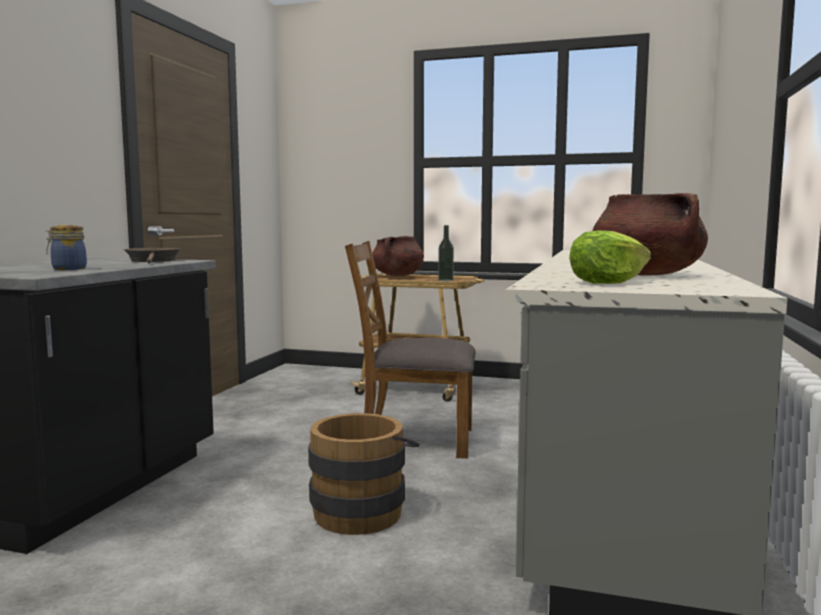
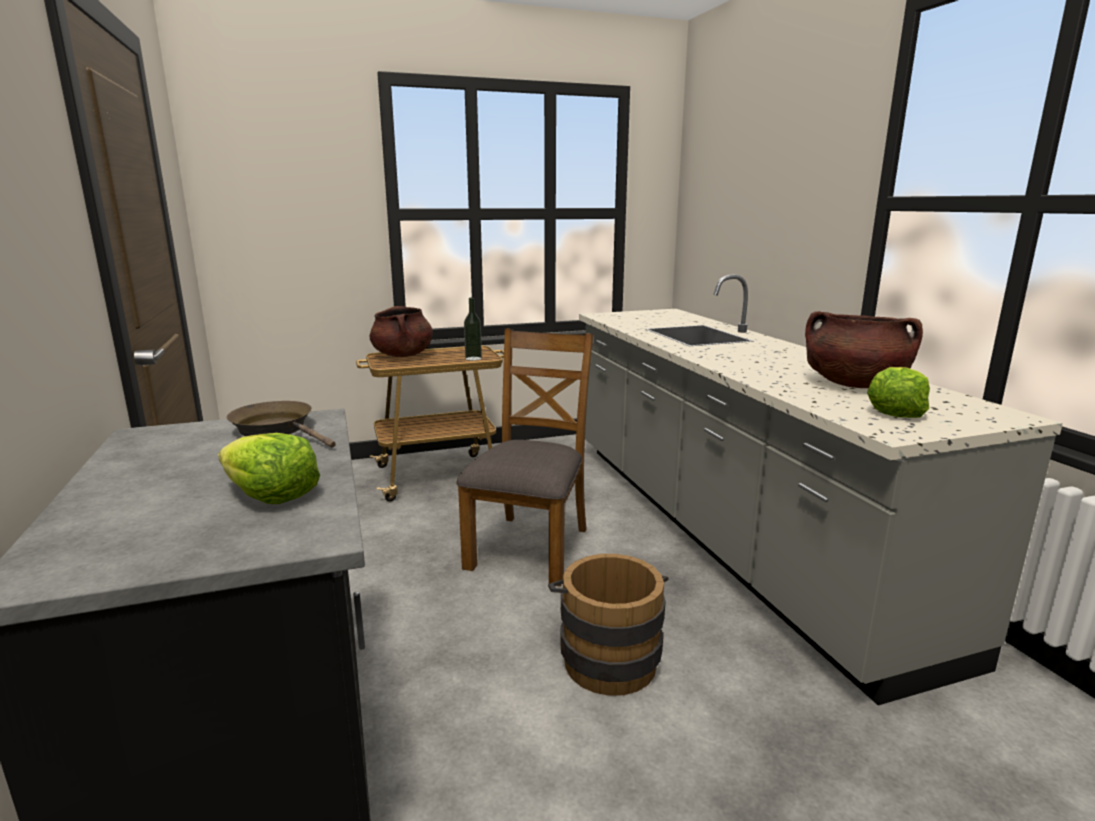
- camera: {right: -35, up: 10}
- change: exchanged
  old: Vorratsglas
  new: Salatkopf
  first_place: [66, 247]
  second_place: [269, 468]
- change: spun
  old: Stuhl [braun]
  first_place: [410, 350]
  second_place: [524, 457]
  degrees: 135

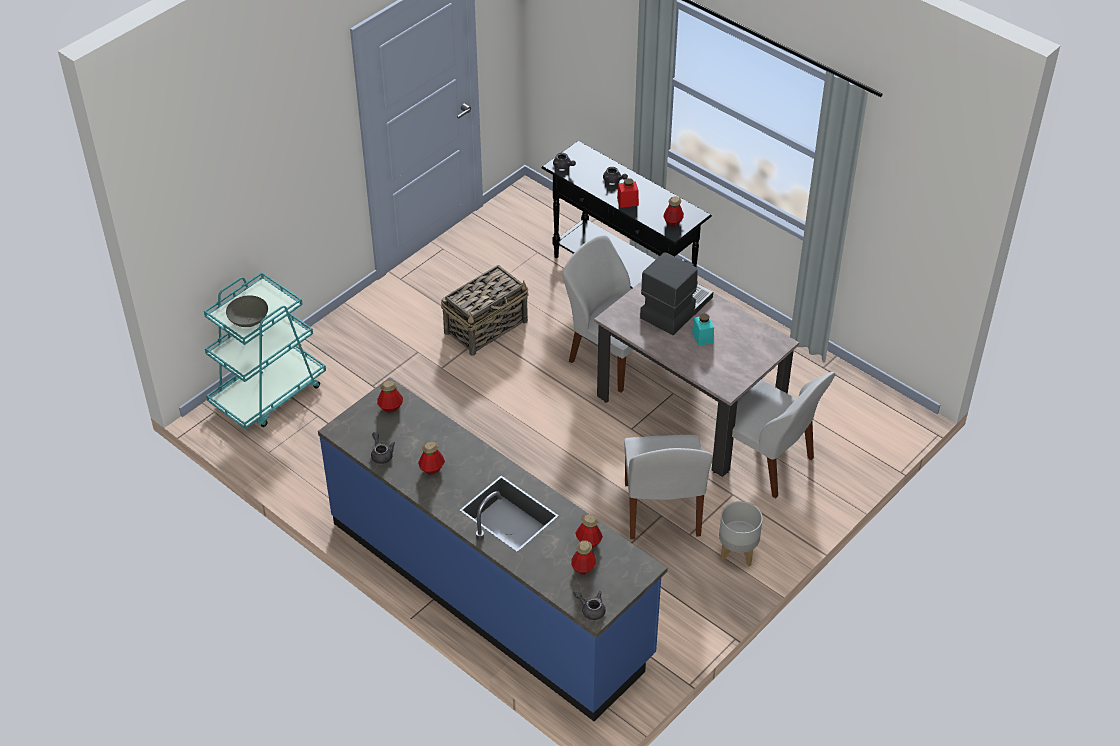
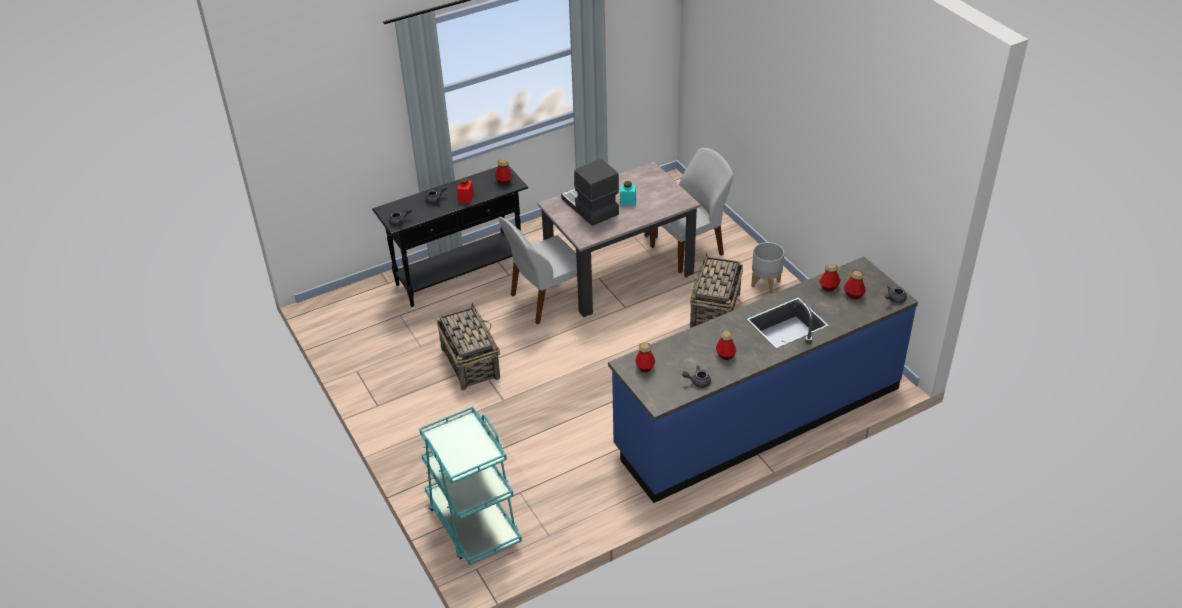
- camera: {right: -70, up: -5}
- change: missing
  old: Schüssel [grau]
  first_place: [247, 311]
- change: exchanged
  old: Stuhl [weiß]
  new: Korb
  first_place: [668, 487]
  second_place: [716, 290]

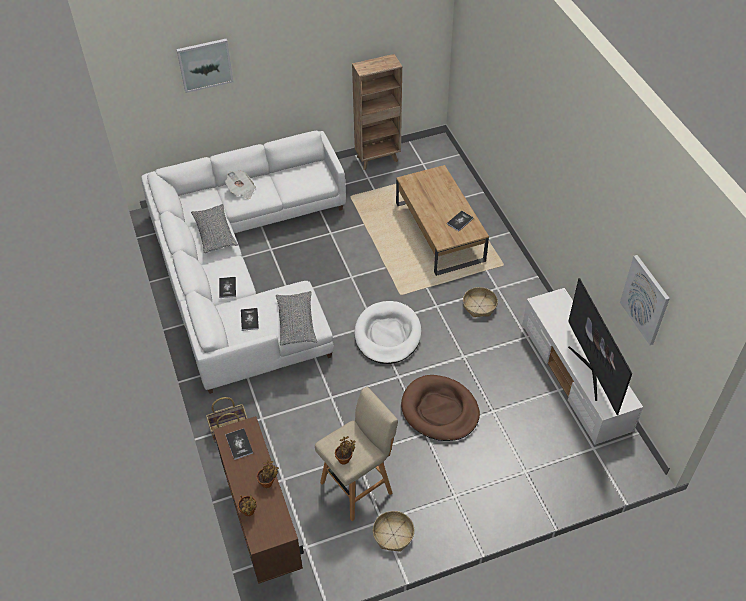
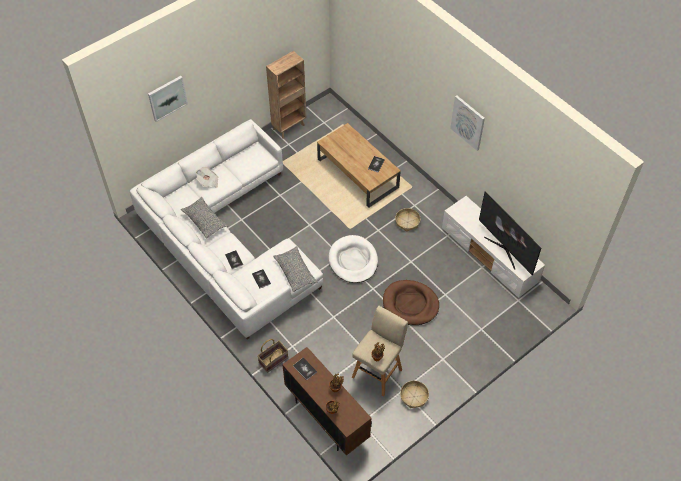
- camera: {right: -20, up: 5}
- change: relocated
  old: Bild
  first_place: [645, 300]
  second_place: [467, 123]

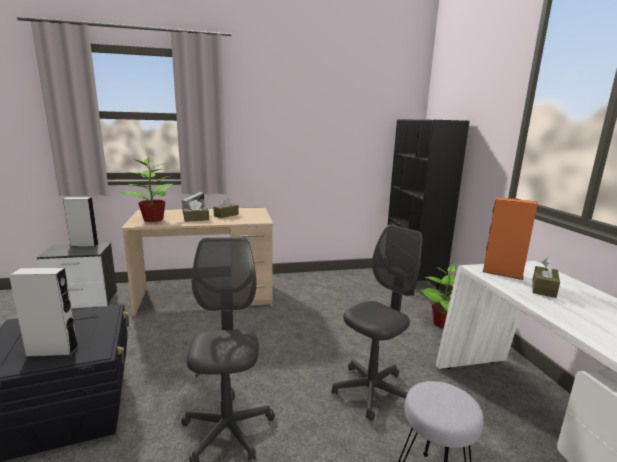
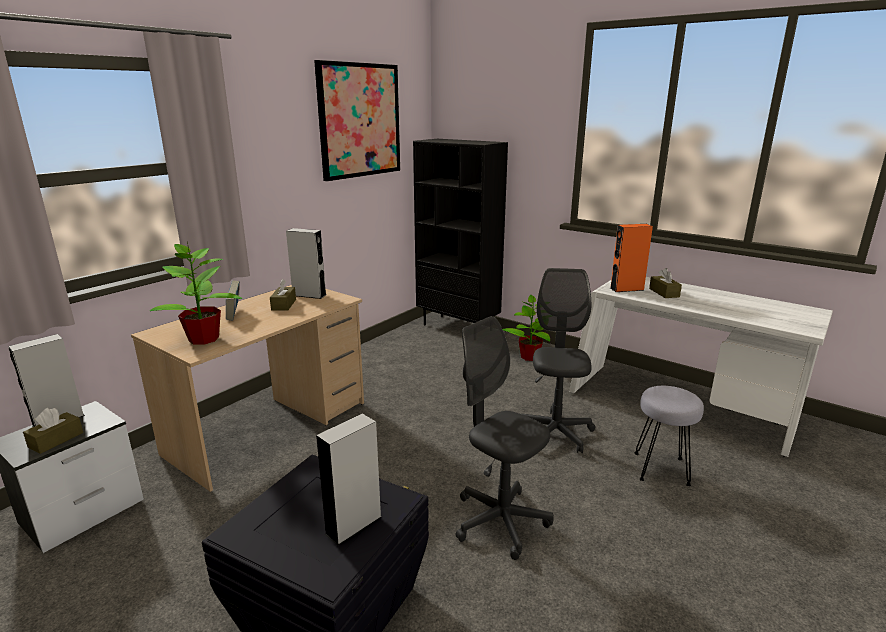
- camera: {right: -40, up: 5}
- change: appeared
  new: Lautsprecher [grau]
  second_place: [306, 263]
- change: appeared
  new: Bild
  second_place: [357, 120]
- change: relocated
  old: Taschentuchbox [braun]
  first_place: [196, 211]
  second_place: [53, 431]

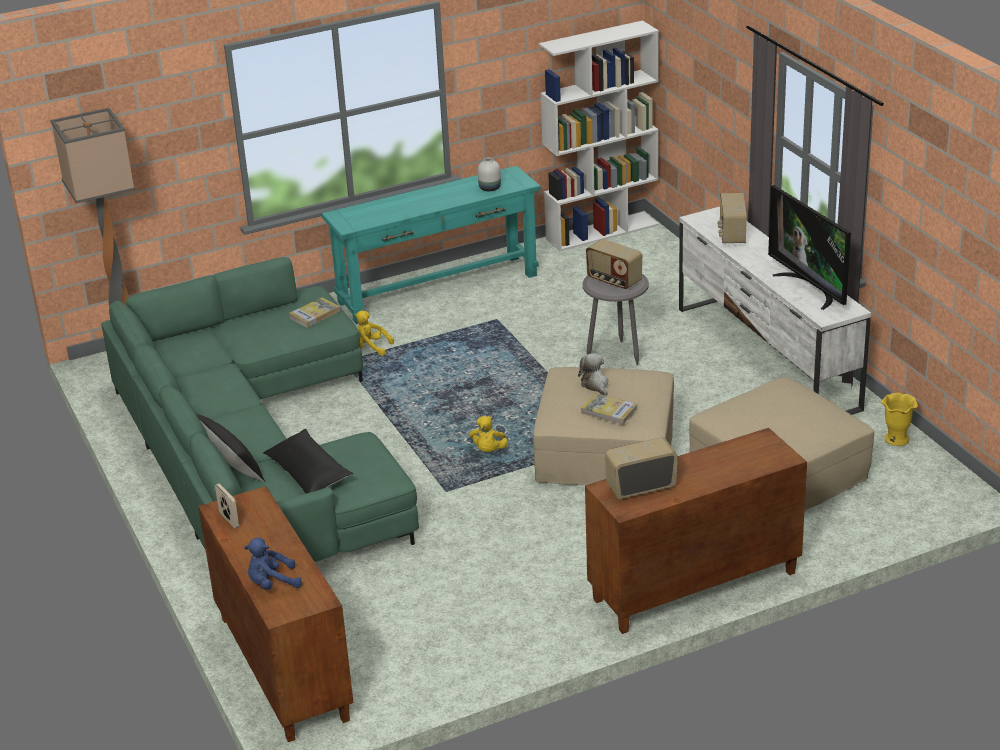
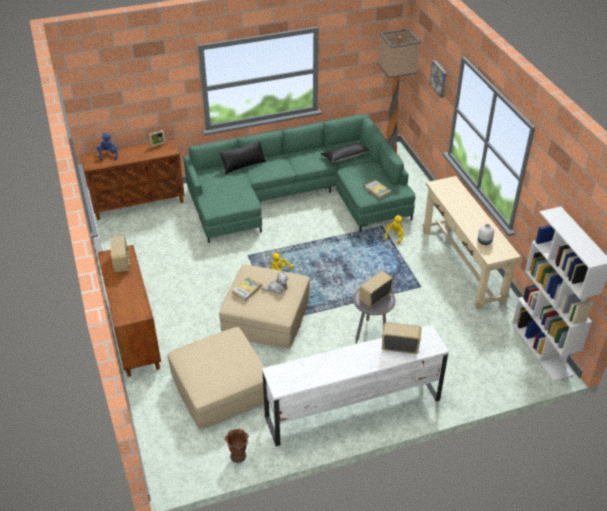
- camera: {right: 95, up: 10}
- change: missing
  old: Fernseher
  first_place: [809, 247]
- change: appeared
  new: Bild
  second_place: [438, 79]
- change: relocated
  old: Kissen [schwarz]
  first_place: [308, 461]
  second_place: [344, 153]
- change: colour
  old: Konsolentisch [türkis]
  new: Konsolentisch [beige]
  first_place: [431, 245]
  second_place: [472, 243]
- change: colour
  old: Vase [gelb]
  new: Vase [braun]
  first_place: [899, 419]
  second_place: [236, 446]

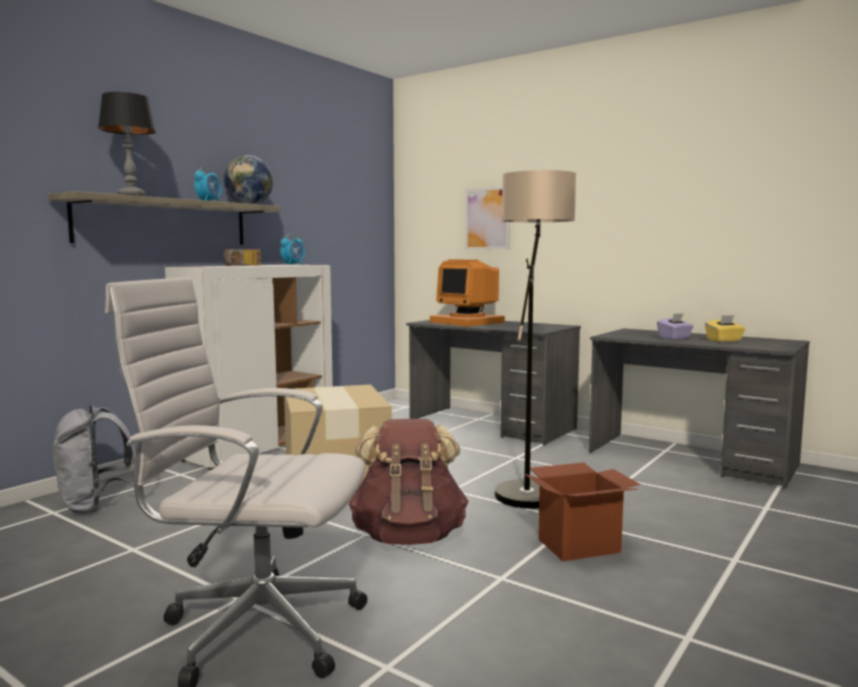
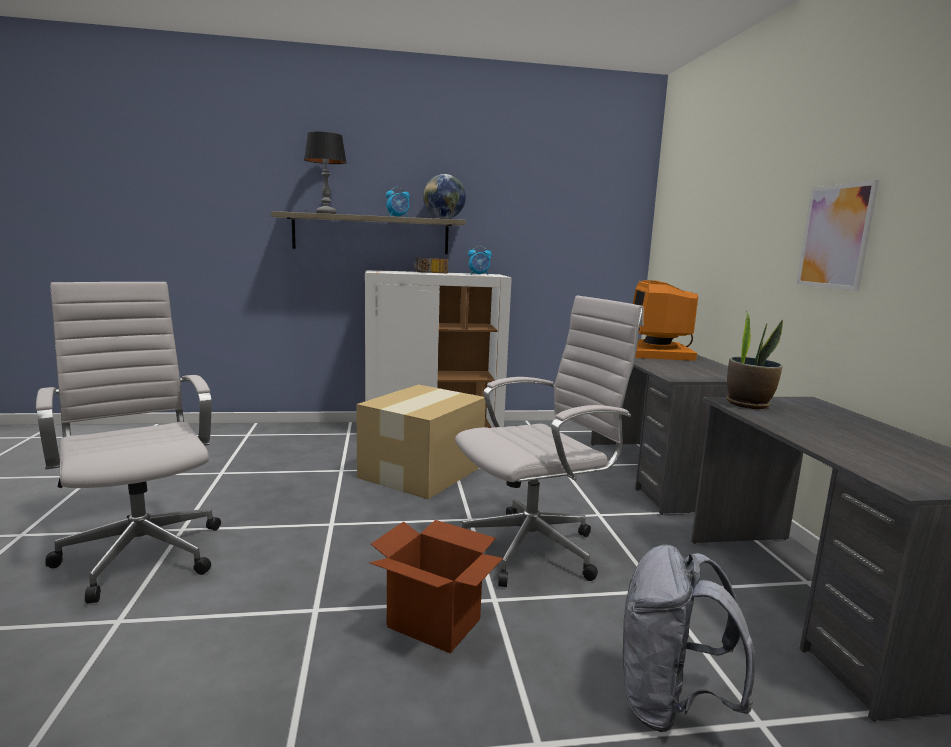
- camera: {right: 45, up: 5}
- change: missing
  old: Rucksack [braun]
  first_place: [408, 482]
- change: missing
  old: Taschentuchbox [lila]
  first_place: [675, 326]
- change: missing
  old: Taschentuchbox [gelb]
  first_place: [725, 328]
- change: appeared
  new: Topfpflanze
  second_place: [755, 360]
- change: relocated
  old: Rucksack [grau]
  first_place: [95, 459]
  second_place: [689, 638]
- change: relocated
  old: Bild
  first_place: [487, 218]
  second_place: [837, 235]
- change: exchanged
  old: Stehlampe
  new: Bürostuhl [weiß]
  first_place: [535, 339]
  second_place: [549, 441]

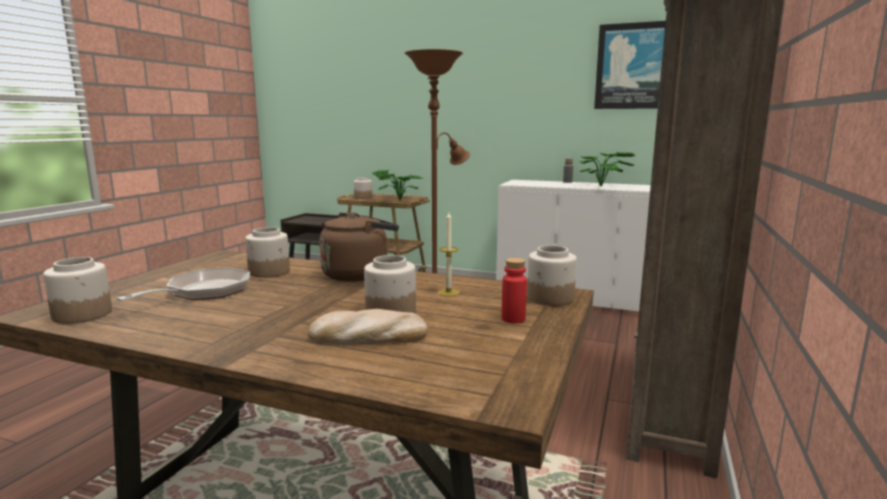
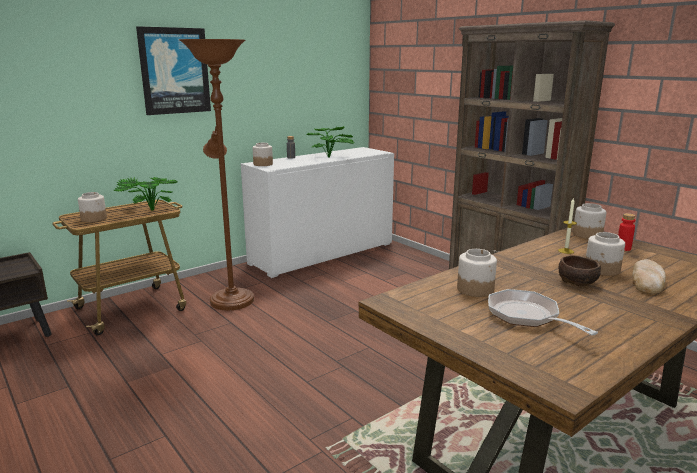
- camera: {right: -60, up: 5}
- change: missing
  old: Wasserkessel [braun]
  first_place: [359, 247]
- change: appeared
  new: Schüssel [braun]
  second_place: [579, 271]
- change: relocated
  old: Vorratsglas
  first_place: [77, 290]
  second_place: [263, 154]
- change: relocated
  old: Bild
  first_place: [630, 65]
  second_place: [173, 70]

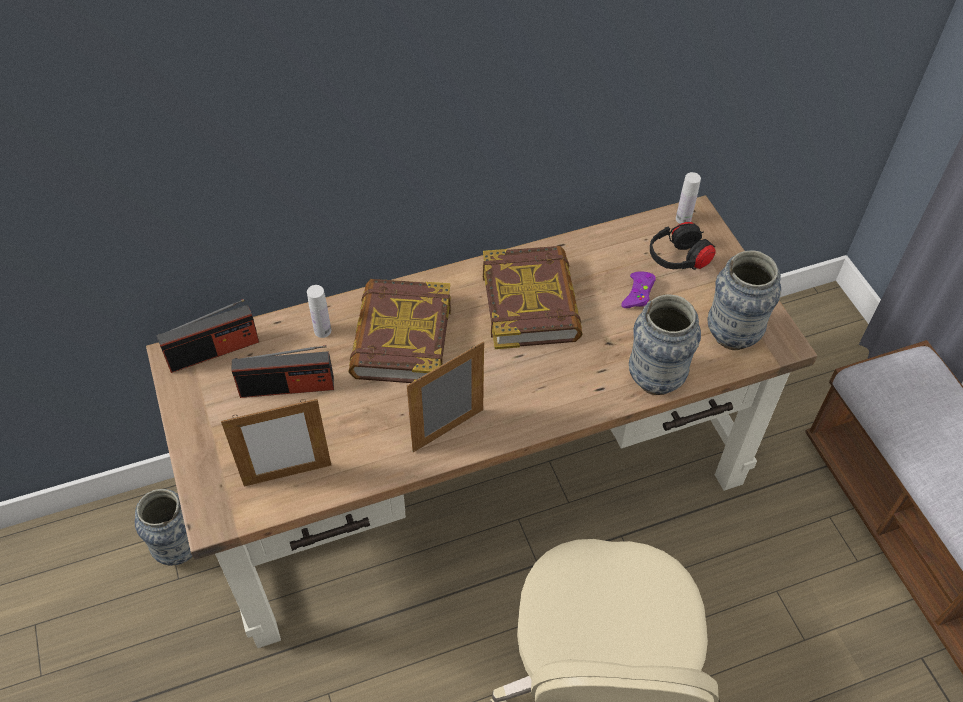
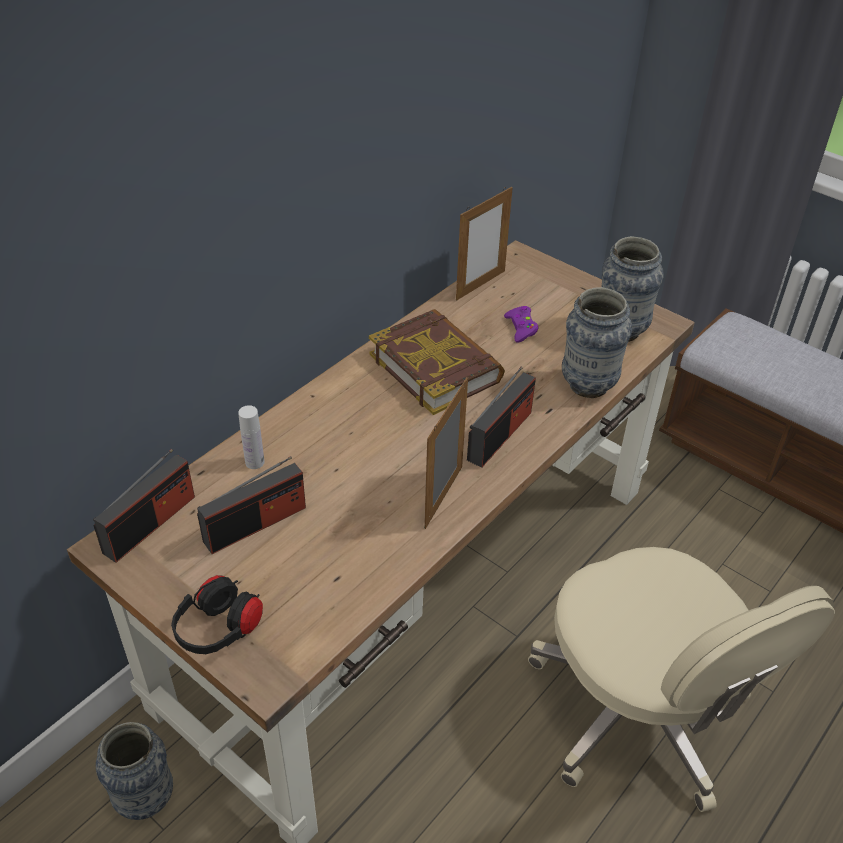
- camera: {right: -30, up: -10}
- change: missing
  old: Buch
  first_place: [399, 331]
- change: missing
  old: Flasche [weiß]
  first_place: [688, 198]
- change: appeared
  new: Radio
  second_place: [501, 417]
- change: relocated
  old: Bilderrahmen
  first_place: [276, 442]
  second_place: [484, 244]
- change: relocated
  old: Kopfhörer [schwarz]
  first_place: [682, 246]
  second_place: [217, 614]

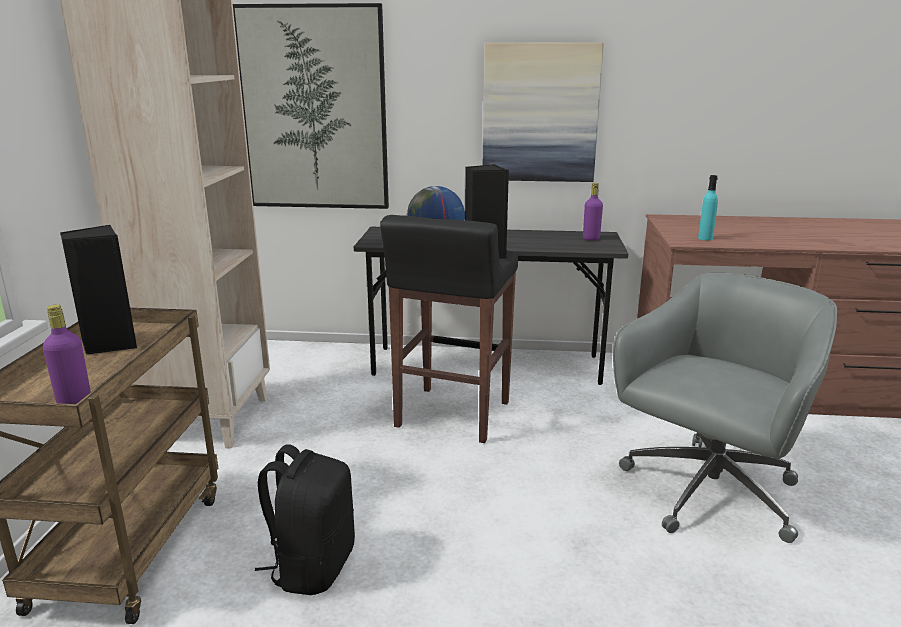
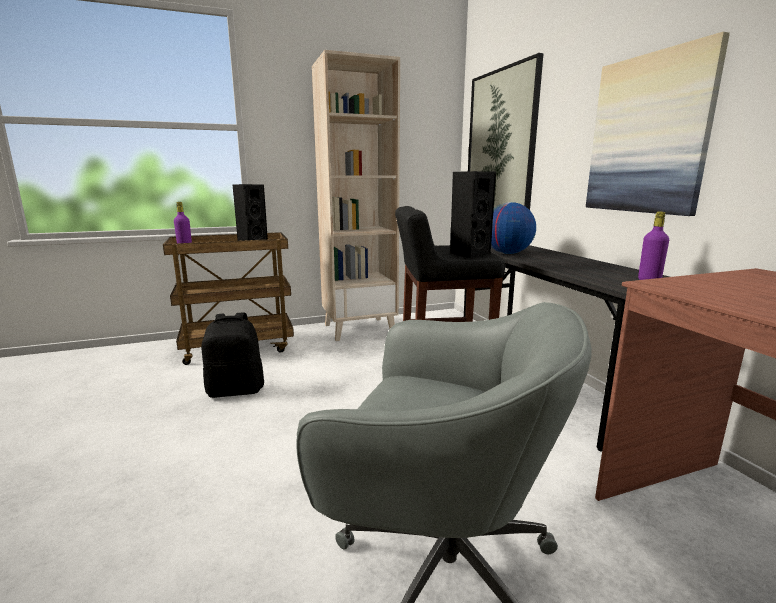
- camera: {right: 65, up: -5}
- change: missing
  old: Flasche [türkis]
  first_place: [708, 207]

